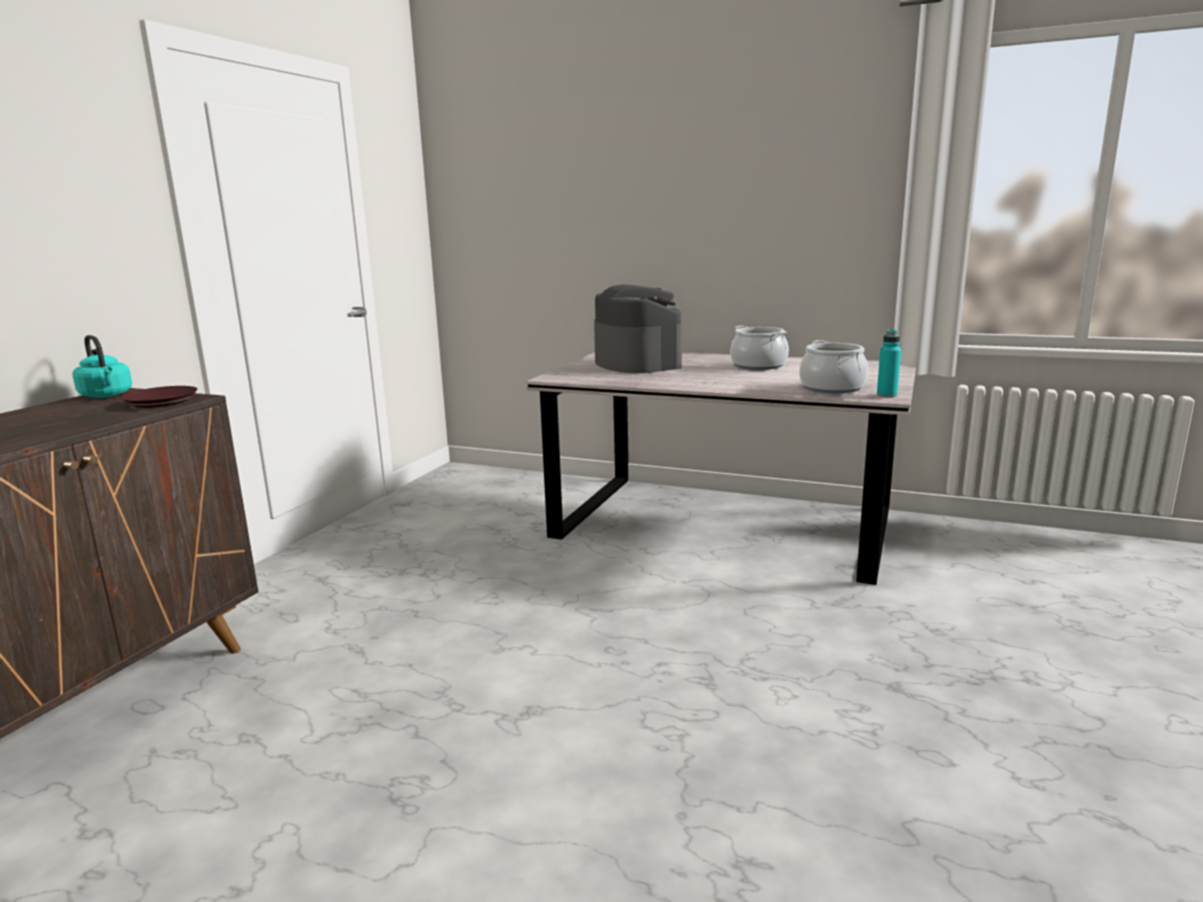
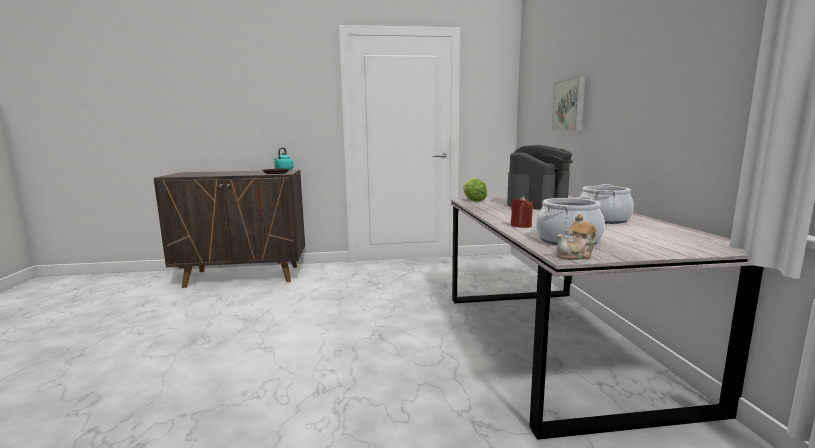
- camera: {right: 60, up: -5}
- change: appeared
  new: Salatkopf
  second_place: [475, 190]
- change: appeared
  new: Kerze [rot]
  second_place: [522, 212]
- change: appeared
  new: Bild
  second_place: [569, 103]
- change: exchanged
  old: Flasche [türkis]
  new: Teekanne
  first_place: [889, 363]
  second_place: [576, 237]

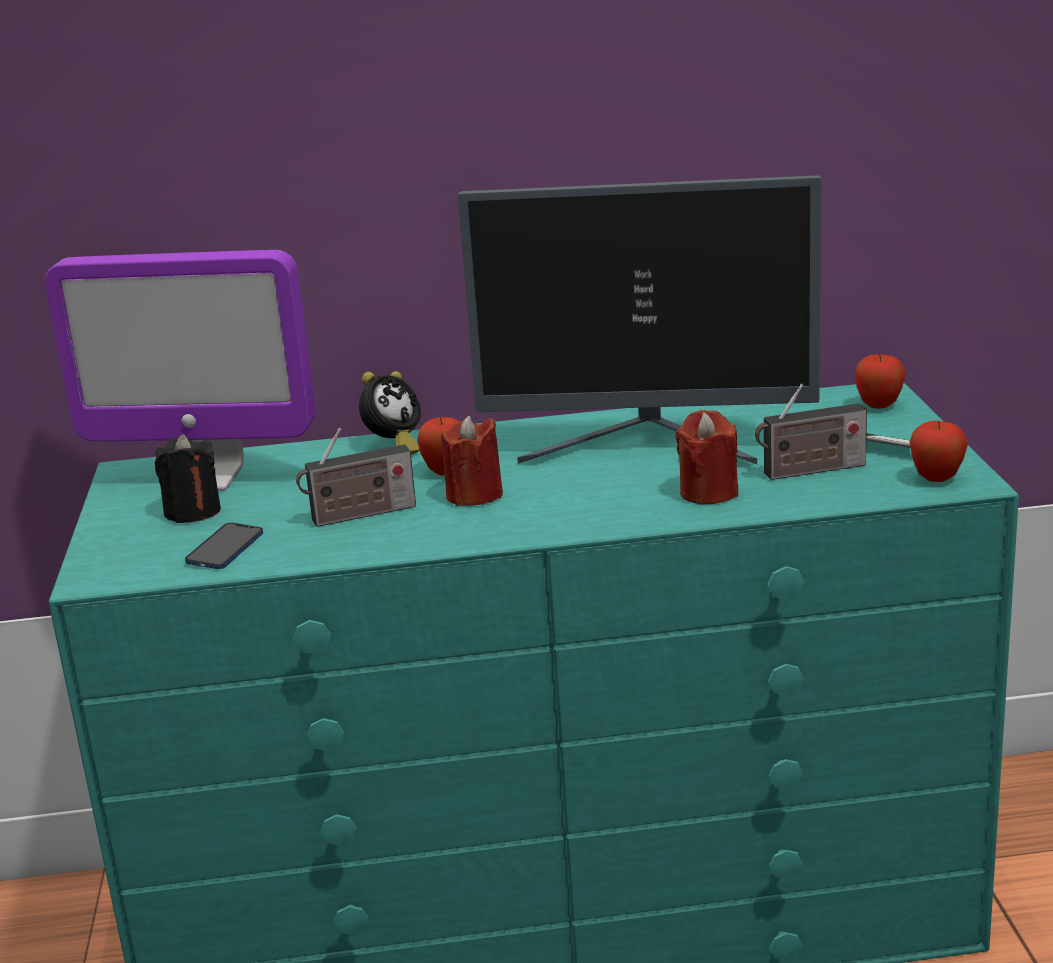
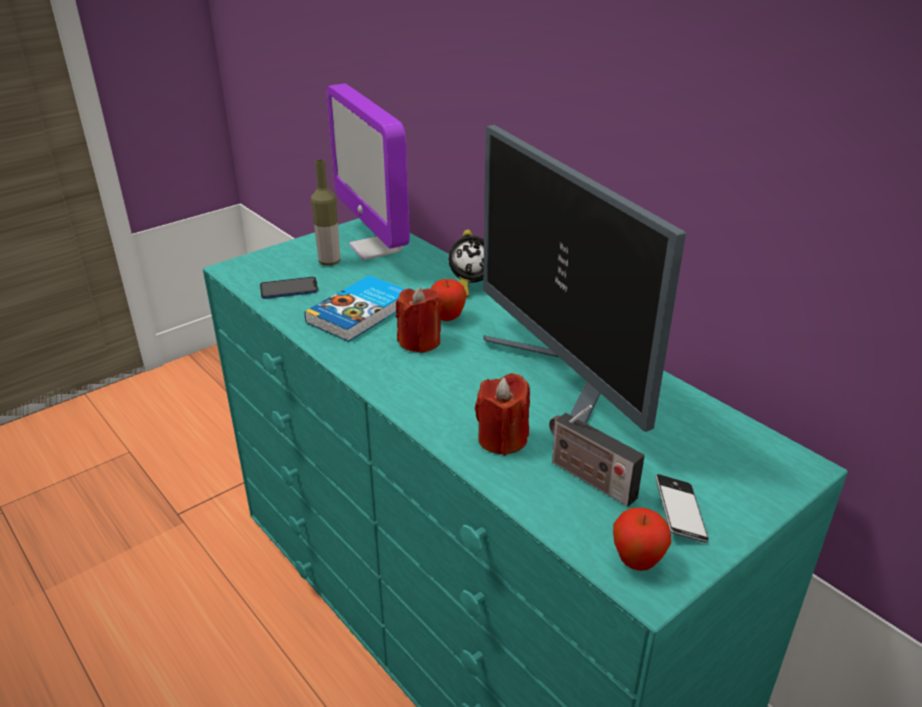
- camera: {right: 55, up: 10}
- change: missing
  old: Apfel
  first_place: [880, 381]
- change: exchanged
  old: Kerze [schwarz]
  new: Flasche
  first_place: [188, 478]
  second_place: [325, 212]
- change: exchanged
  old: Radio
  new: Buch
  first_place: [356, 477]
  second_place: [354, 308]

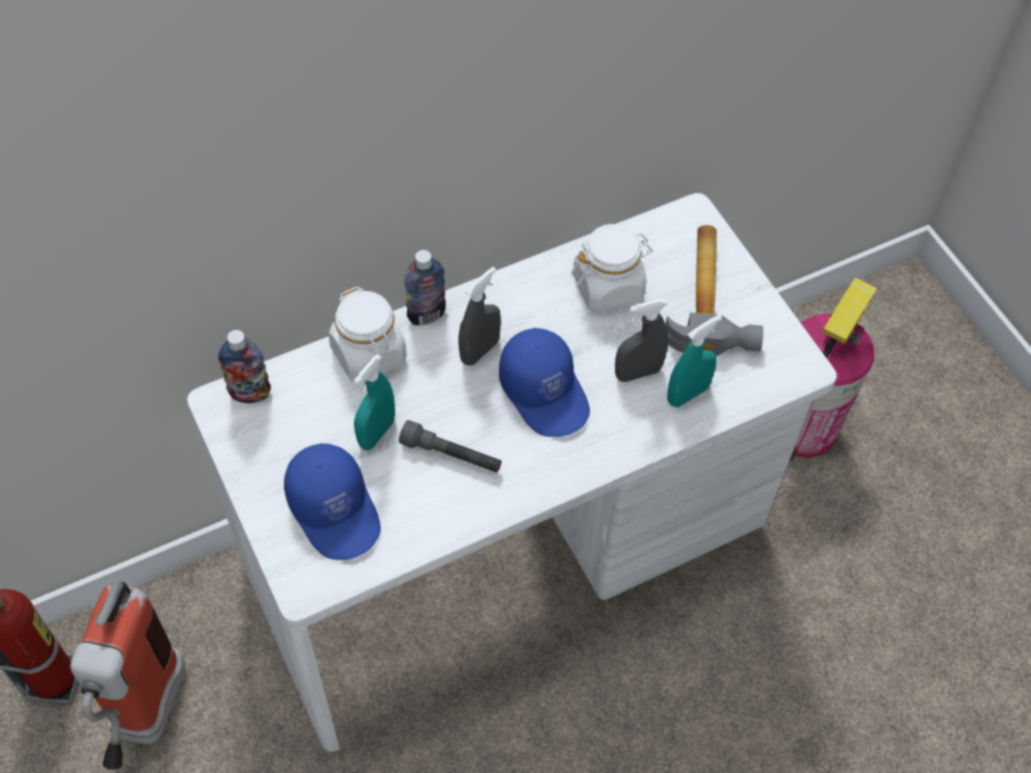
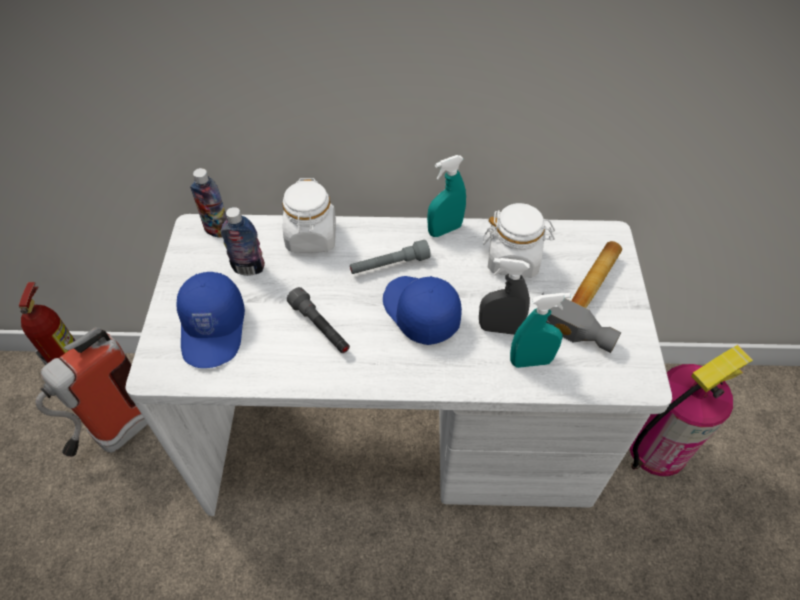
- camera: {right: 30, up: -5}
- change: relocated
  old: Sprühflasche [türkis]
  first_place: [374, 402]
  second_place: [446, 196]
- change: relocated
  old: Flasche
  first_place: [425, 287]
  second_place: [242, 241]
- change: exchanged
  old: Sprühflasche [grau]
  new: Taschenlampe [grau]
  first_place: [479, 316]
  second_place: [390, 257]
- change: spun
  old: Kappe [blau]
  first_place: [544, 382]
  second_place: [422, 310]
  degrees: 150

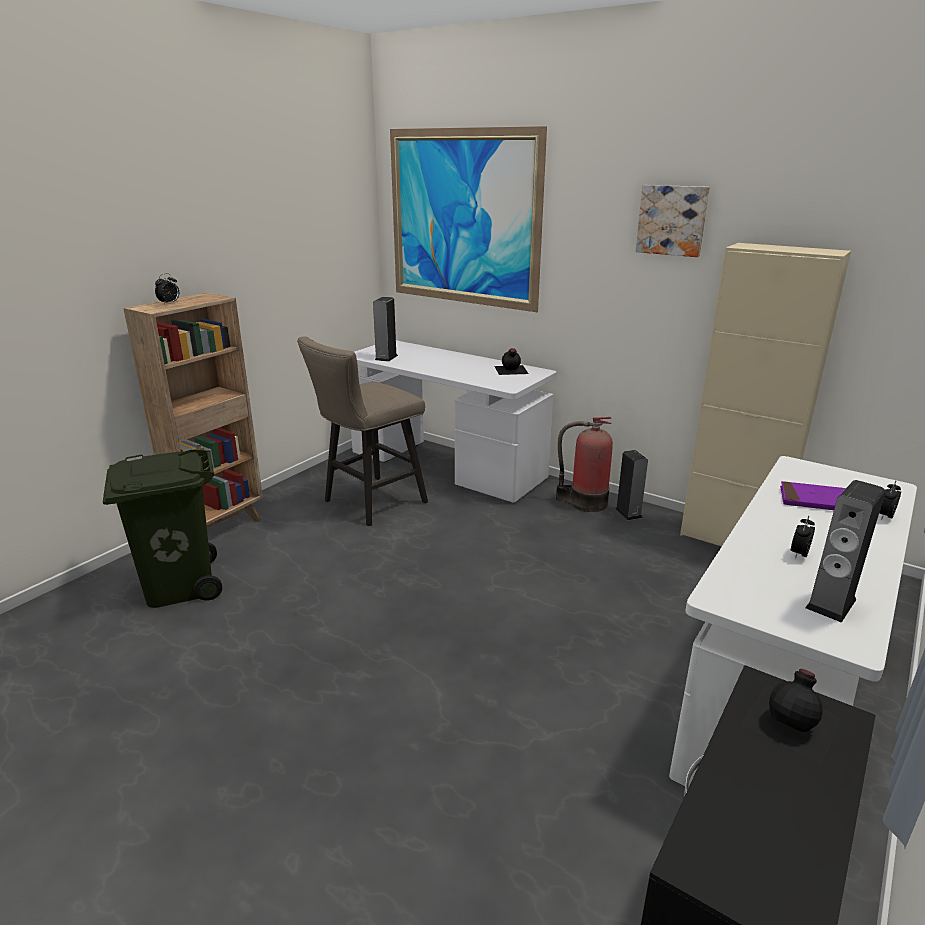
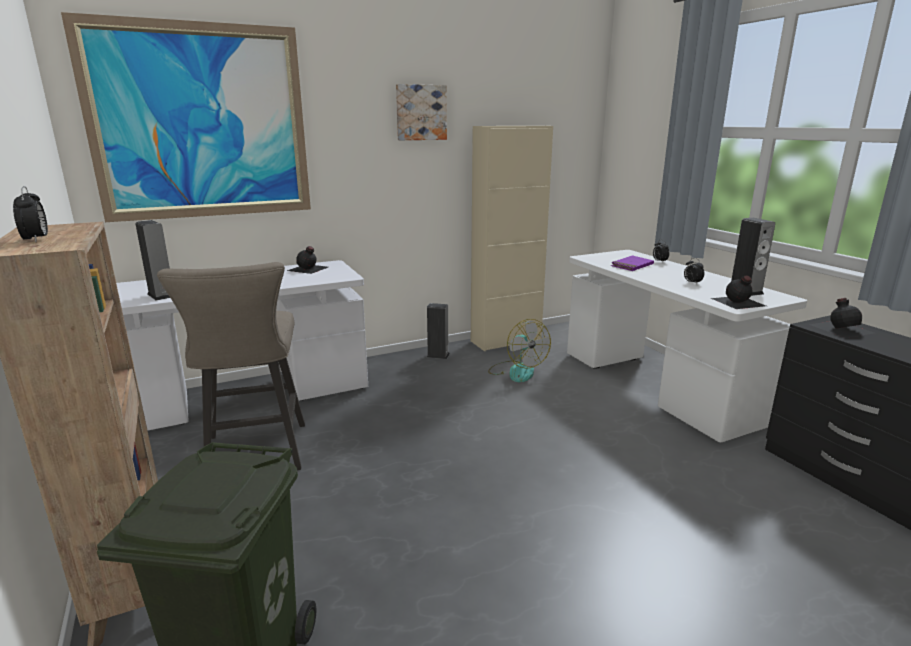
- camera: {right: -60, up: -5}
- change: missing
  old: Feuerlöscher
  first_place: [584, 464]
- change: appeared
  new: Ventilator
  second_place: [519, 350]
- change: appeared
  new: Flasche [schwarz]
  second_place: [738, 292]

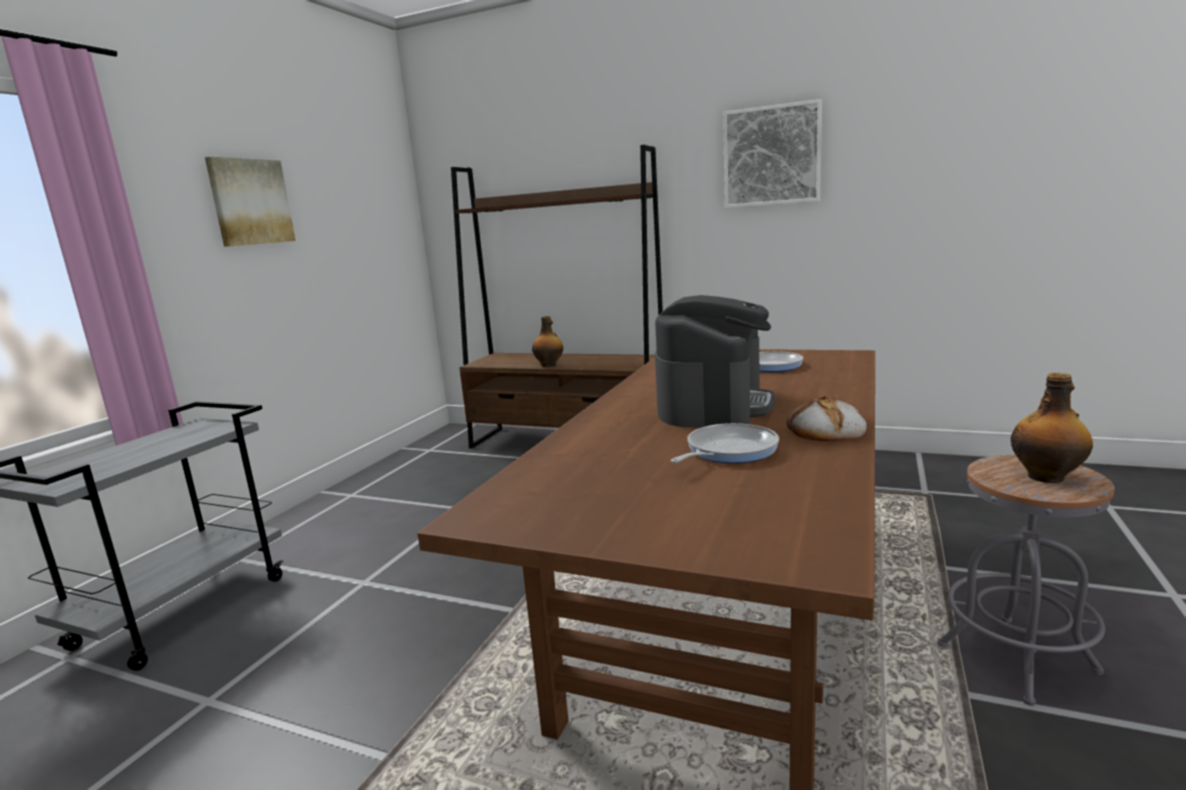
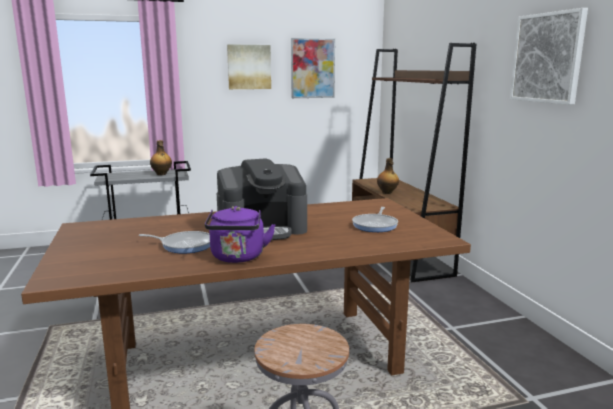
- camera: {right: 50, up: 0}
- change: appeared
  new: Bild
  second_place: [313, 68]
- change: relocated
  old: Flasche
  first_place: [1052, 428]
  second_place: [161, 157]
- change: exchanged
  old: Brot
  new: Wasserkessel [lila]
  first_place: [826, 418]
  second_place: [240, 234]

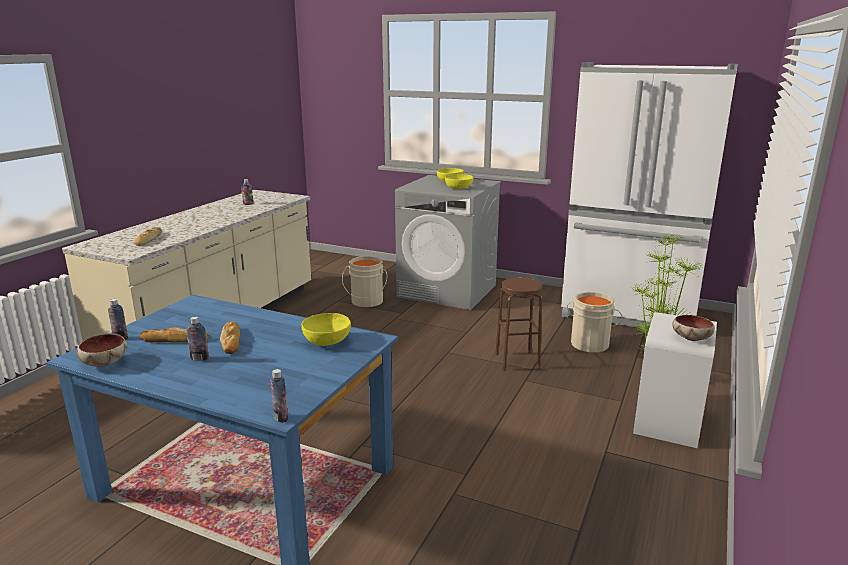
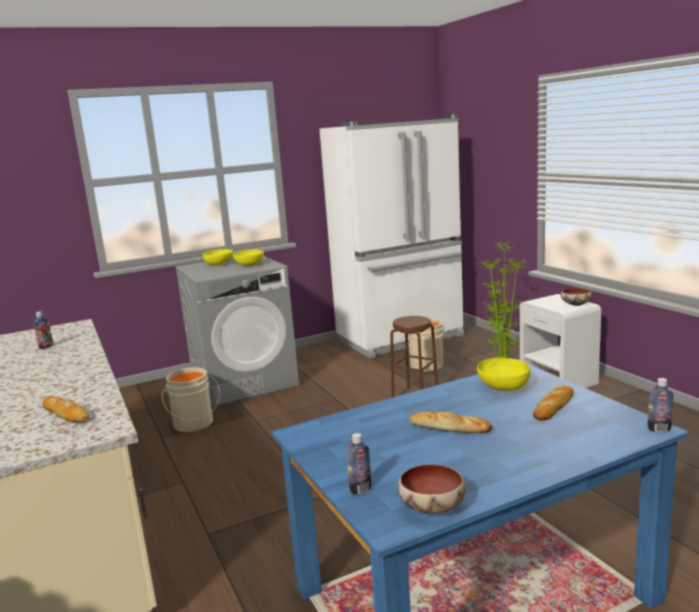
- camera: {right: -50, up: -5}
- change: missing
  old: Flasche
  first_place: [197, 339]
- change: relocated
  old: Brot
  first_place: [174, 335]
  second_place: [553, 403]

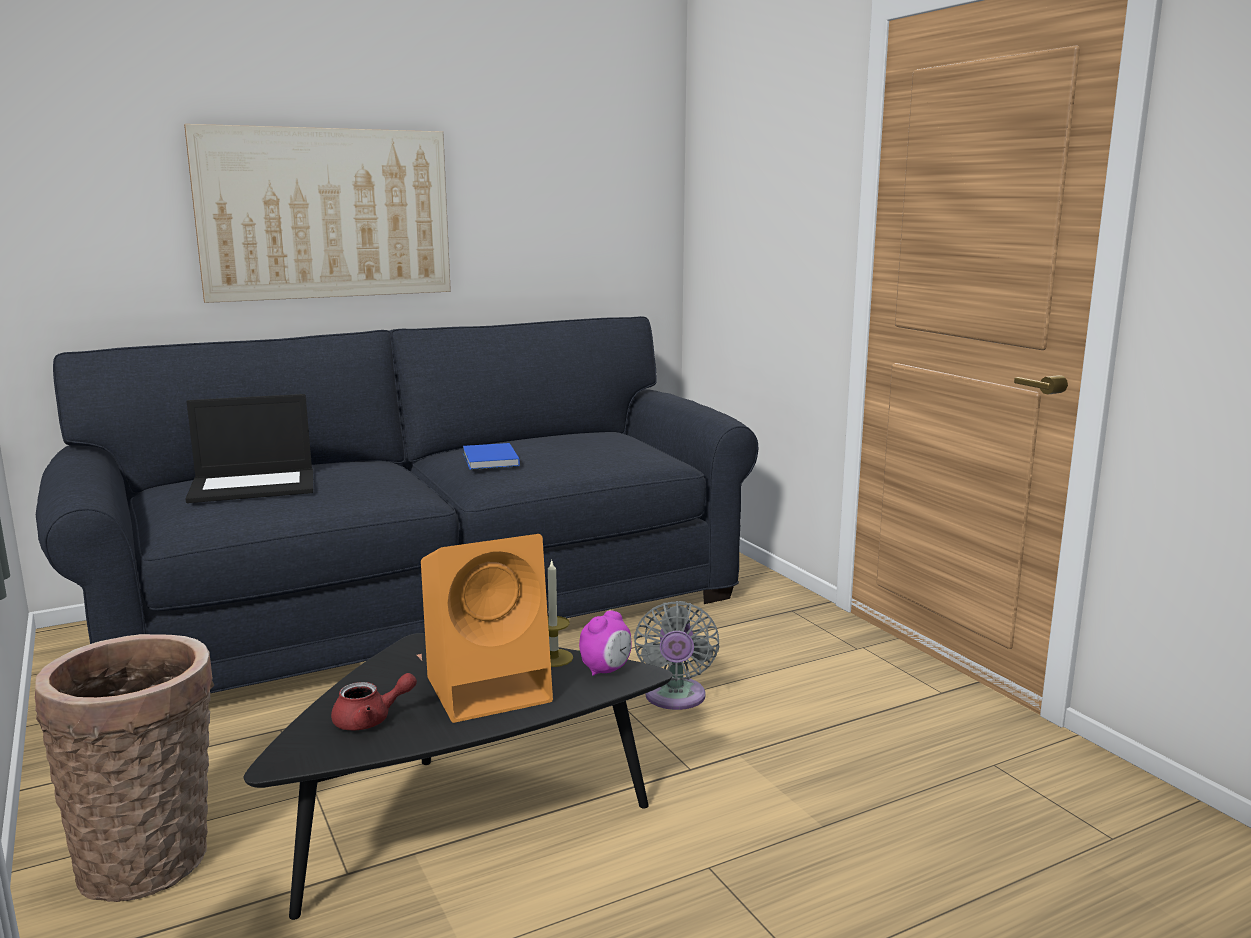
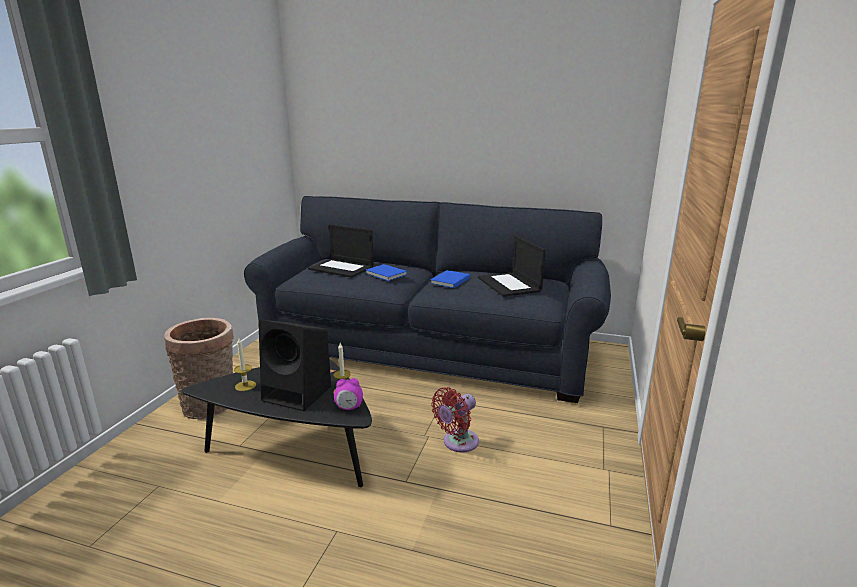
- camera: {right: 45, up: 5}
- change: missing
  old: Bild
  first_place: [317, 213]
- change: appeared
  new: Buch [blau]
  second_place: [386, 272]
- change: appeared
  new: Laptop
  second_place: [511, 266]
- change: exchanged
  old: Teekanne [rot]
  new: Kerze
  first_place: [374, 701]
  second_place: [245, 364]
- change: colour
  old: Lautsprecher [orange]
  new: Lautsprecher [schwarz]
  first_place: [487, 628]
  second_place: [294, 365]
- change: colour
  old: Ventilator [grau]
  new: Ventilator [rot]
  first_place: [676, 655]
  second_place: [455, 420]

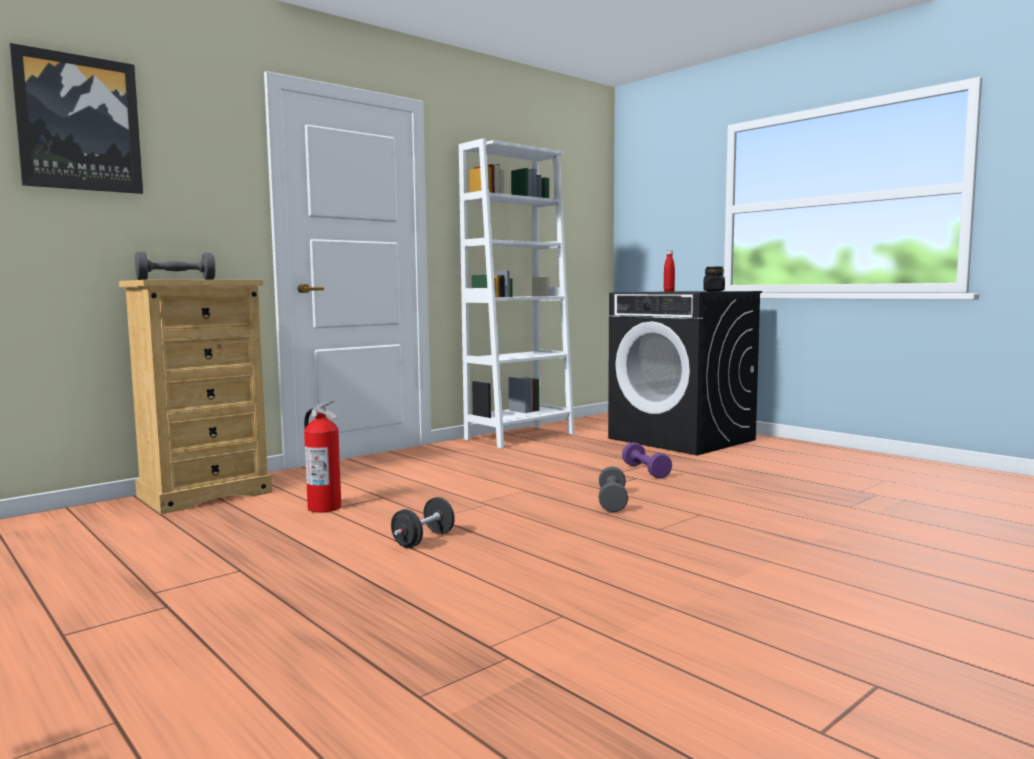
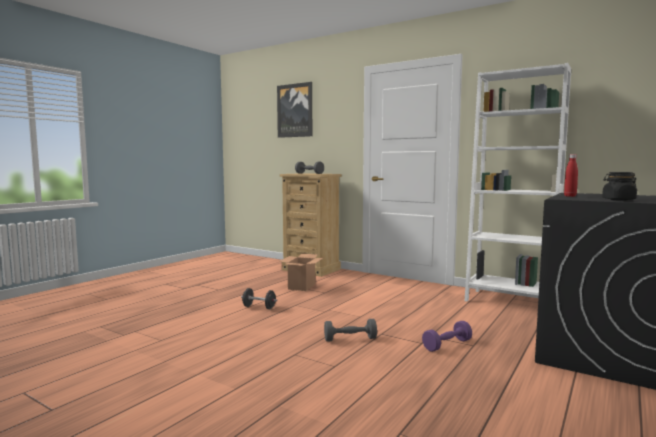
- camera: {right: 75, up: 0}
- change: exchanged
  old: Feuerlöscher
  new: Karton
  first_place: [322, 456]
  second_place: [301, 272]

